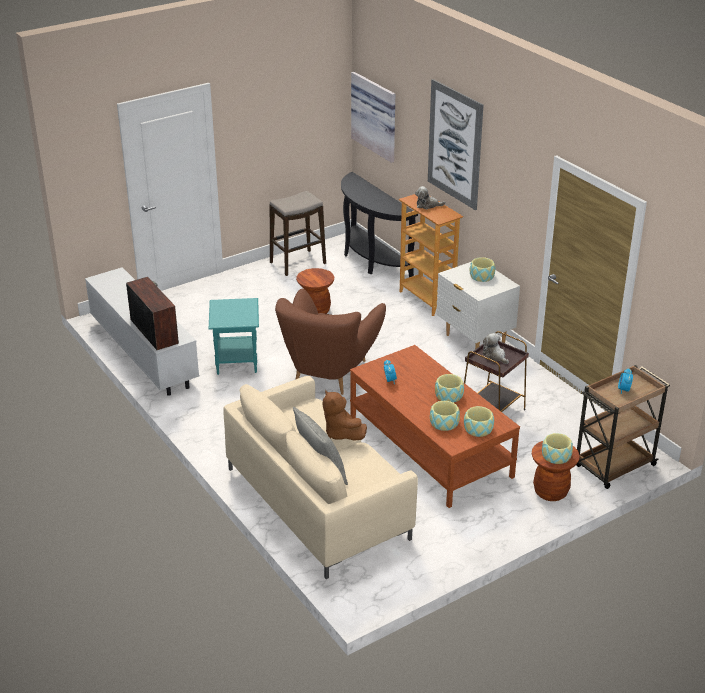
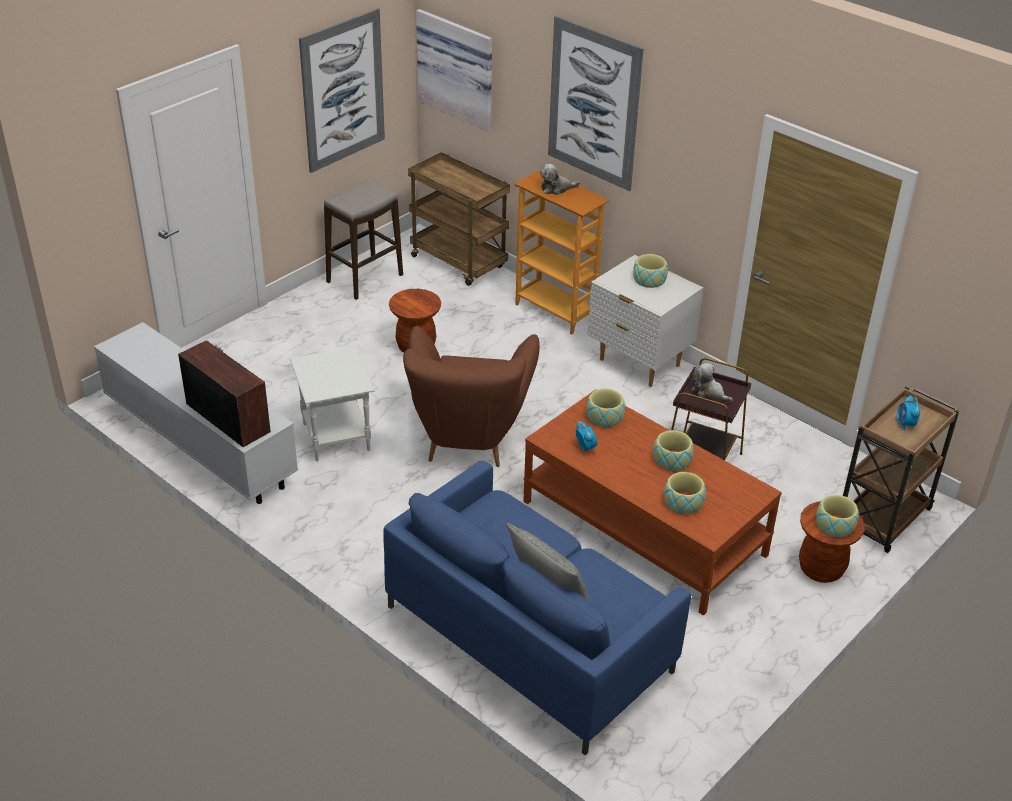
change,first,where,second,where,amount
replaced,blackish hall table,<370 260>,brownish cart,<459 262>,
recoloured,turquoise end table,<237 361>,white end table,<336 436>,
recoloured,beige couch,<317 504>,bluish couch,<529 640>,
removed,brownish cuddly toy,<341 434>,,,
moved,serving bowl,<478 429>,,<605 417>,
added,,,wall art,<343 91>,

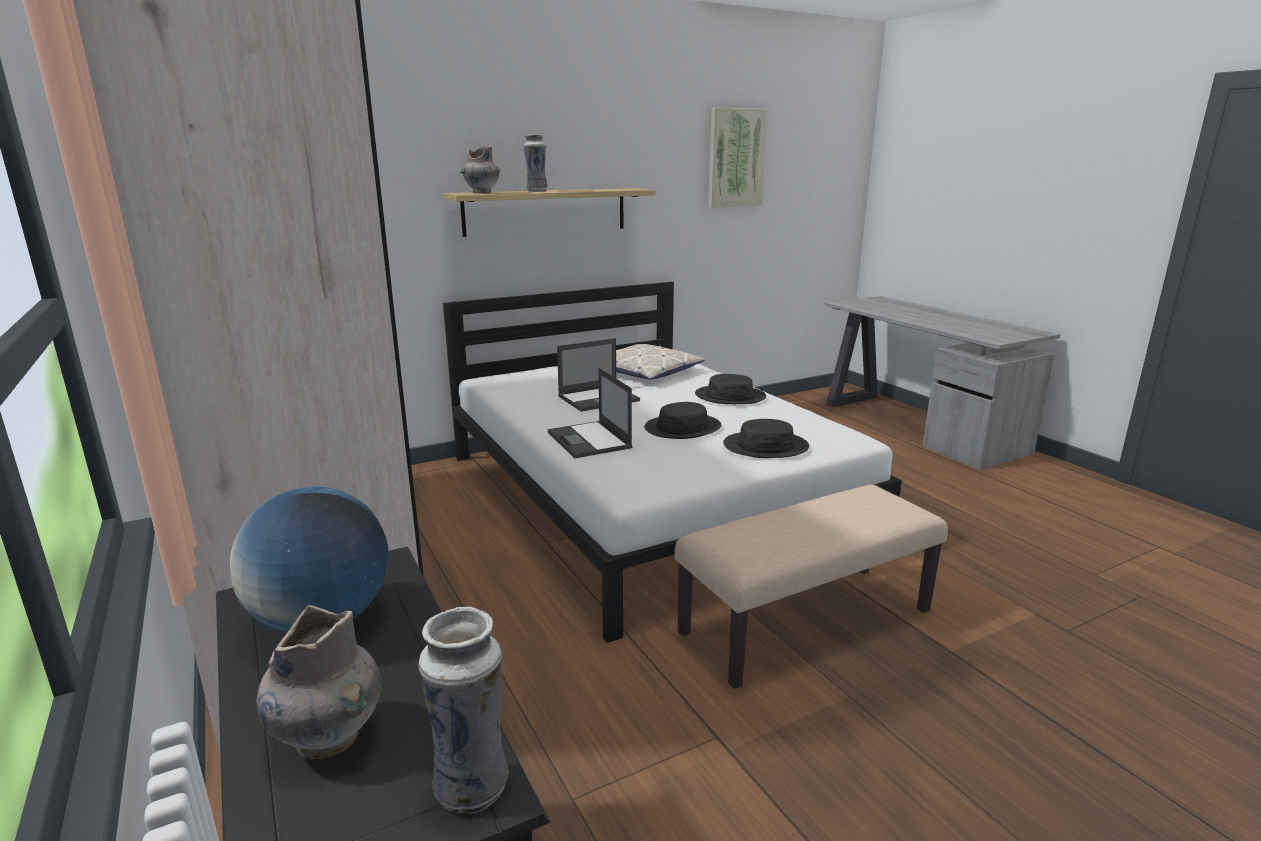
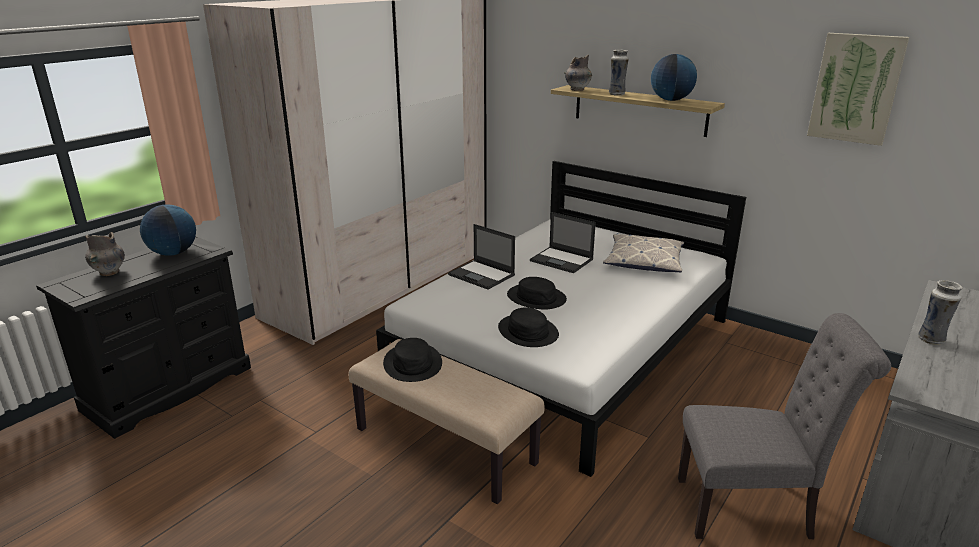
change,first,where,second,where,amount
turned,laptop,<589 440>,,<482 275>,90 degrees counterclockwise
moved,blackish clothing hat,<730 396>,,<413 364>,
moved,decorative vase,<472 785>,,<931 339>,
added,,,world globe,<671 100>,
added,,,grey plain chair,<752 509>,

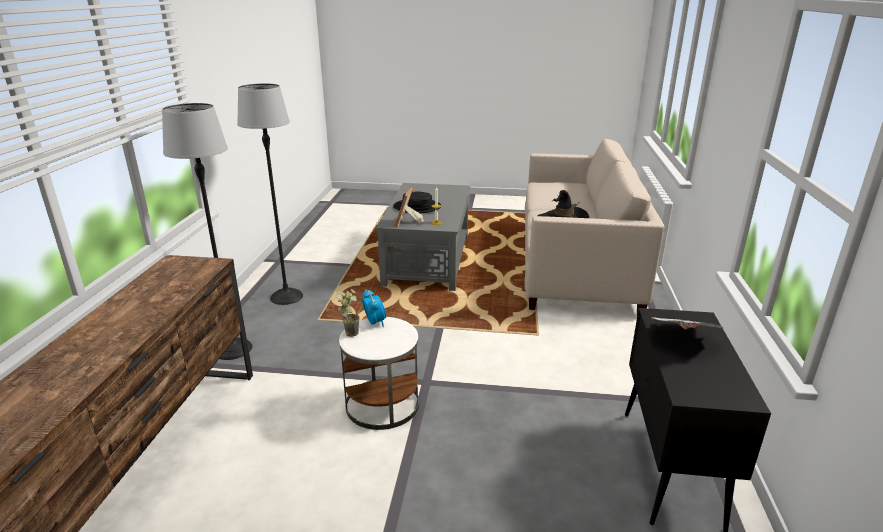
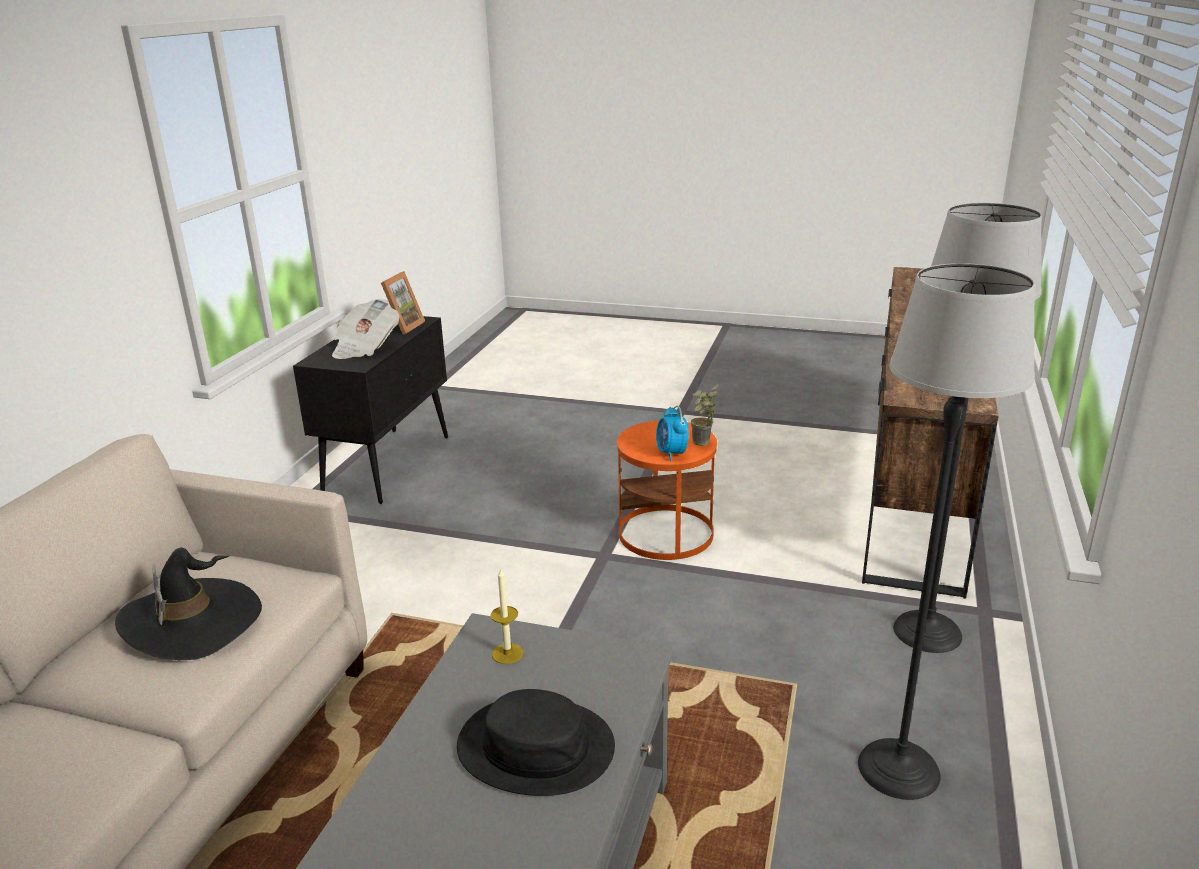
change,first,where,second,where,amount
moved,picture frame,<407 223>,,<401 327>,
recoloured,white end table,<382 404>,orange-coloured end table,<666 534>,

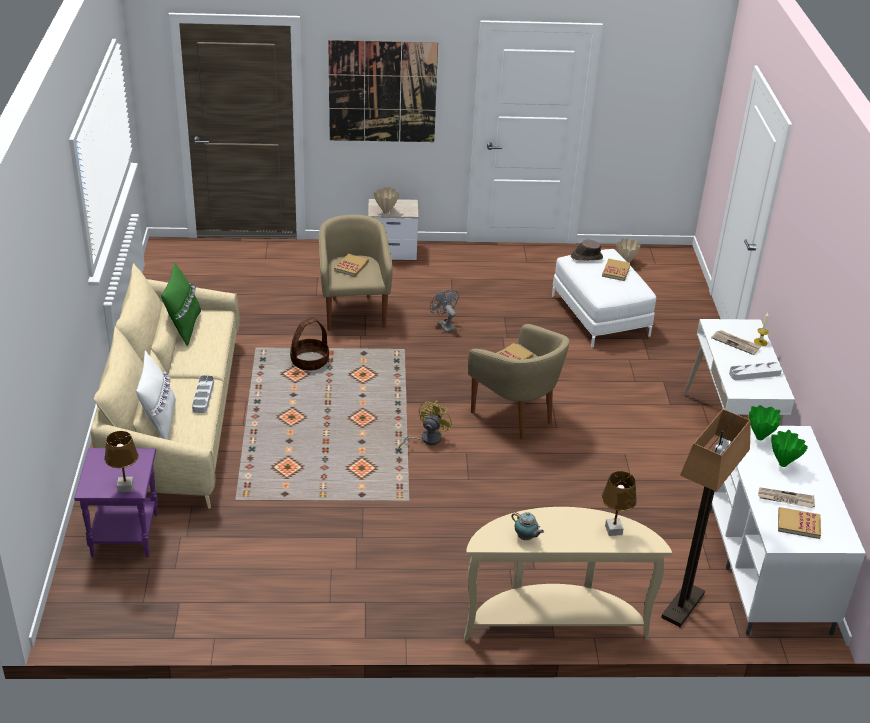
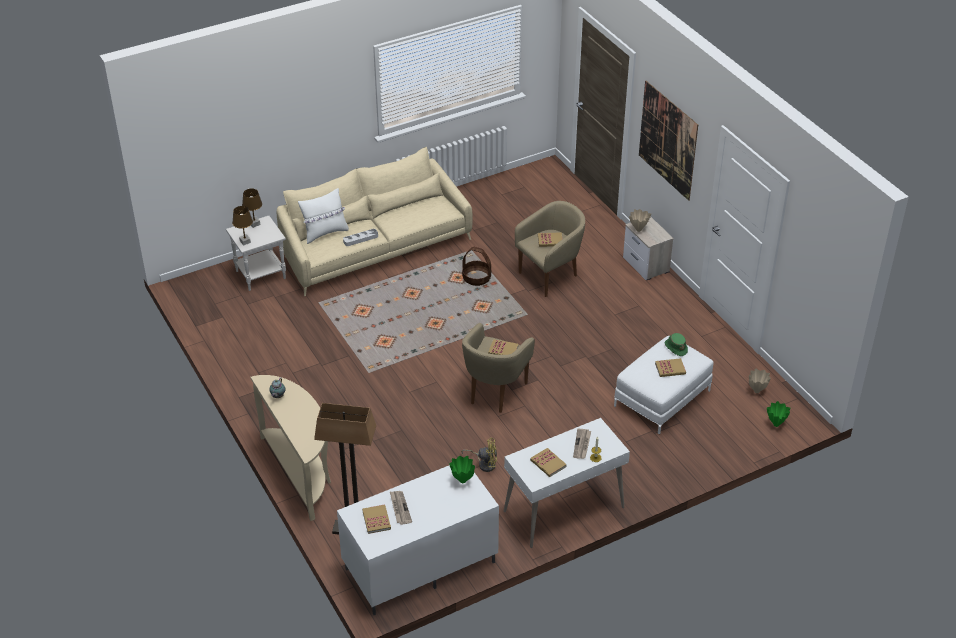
change,first,where,second,where,amount
recoloured,brownish clothing hat,<586 257>,greenish clothing hat,<676 347>,
removed,greenish pillow,<183 327>,,,
removed,grey fan,<444 325>,,,
replaced,grey tray,<754 373>,volume,<548 463>,
moved,yellowish fan,<426 439>,,<484 464>,
moved,greenish decorative vase,<782 464>,,<776 424>,
recoloured,purple end table,<124 534>,white end table,<261 274>,
moved,brownish table lamp,<613 530>,,<254 224>,

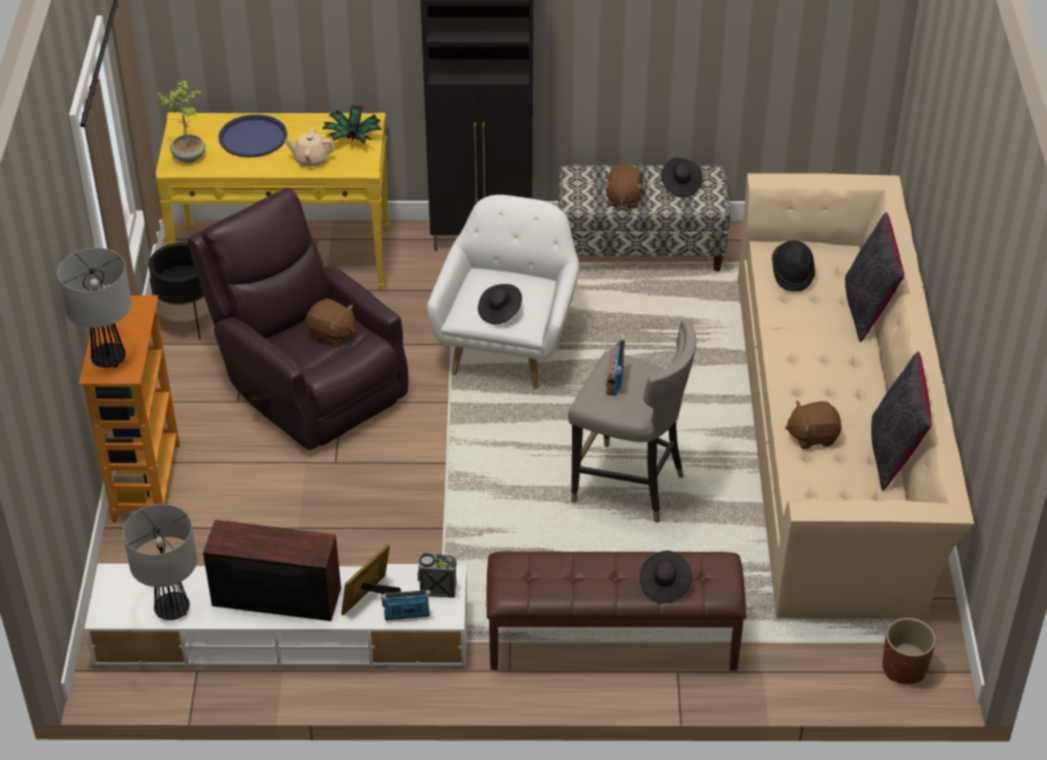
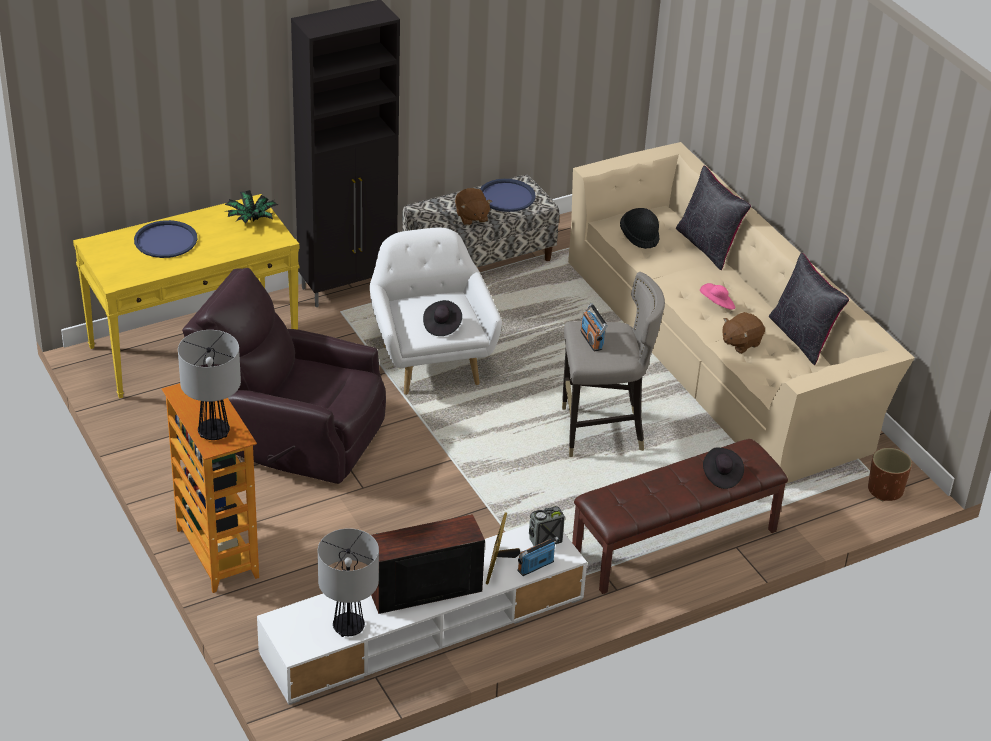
change,first,where,second,where,amount
removed,potted plant,<189 156>,,,
removed,beige tea pot,<311 160>,,,
replaced,blackish clothing hat,<680 185>,bluish tray,<507 196>,
removed,blackish flower pot,<188 321>,,,
removed,brownish cuddly toy,<332 334>,,,
added,,,pink clothing hat,<717 305>,

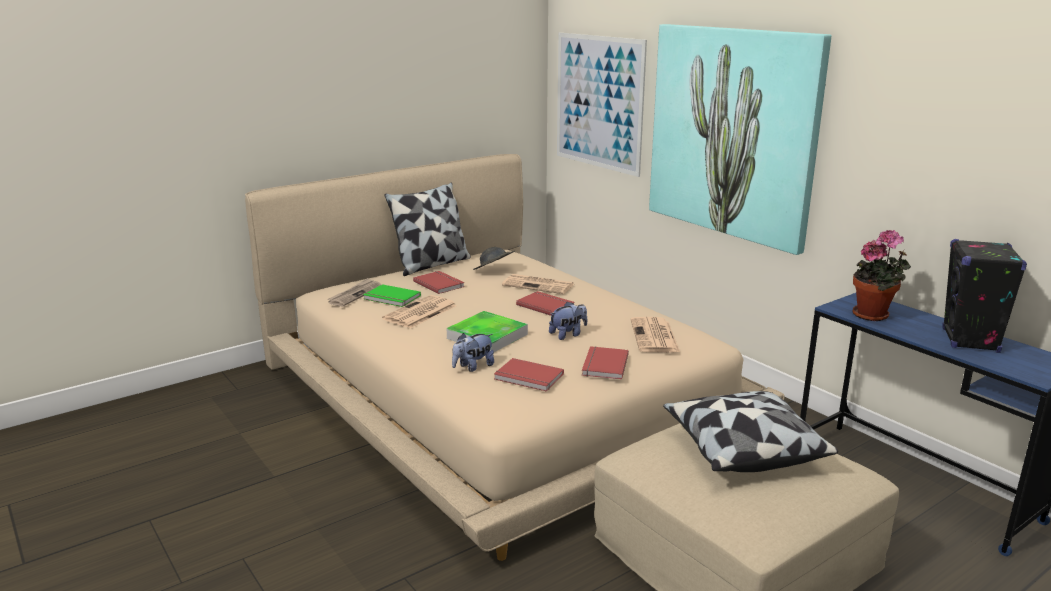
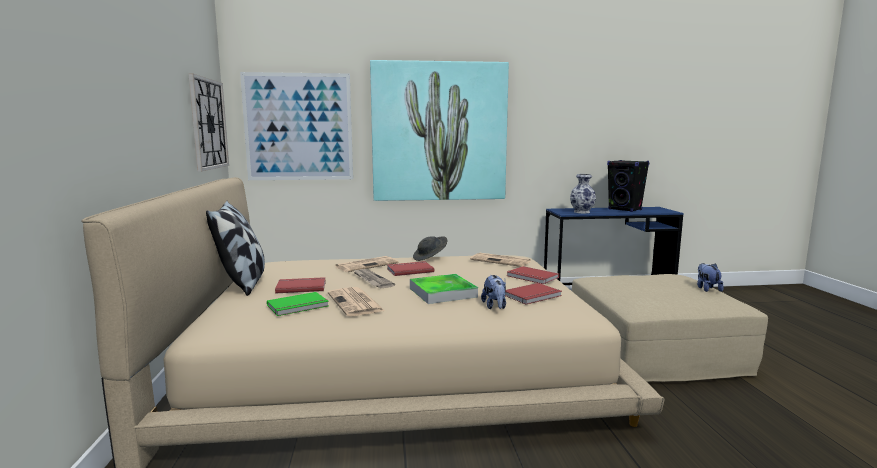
change,first,where,second,where,amount
replaced,potted plant,<874 315>,decorative vase,<582 212>,
moved,grey clothing hat,<494 271>,,<430 258>,
moved,printed paper,<355 294>,,<371 280>,
moved,cuddly toy,<568 334>,,<707 289>,
removed,pillow,<742 449>,,,
added,,,clock on the wall,<208 124>,

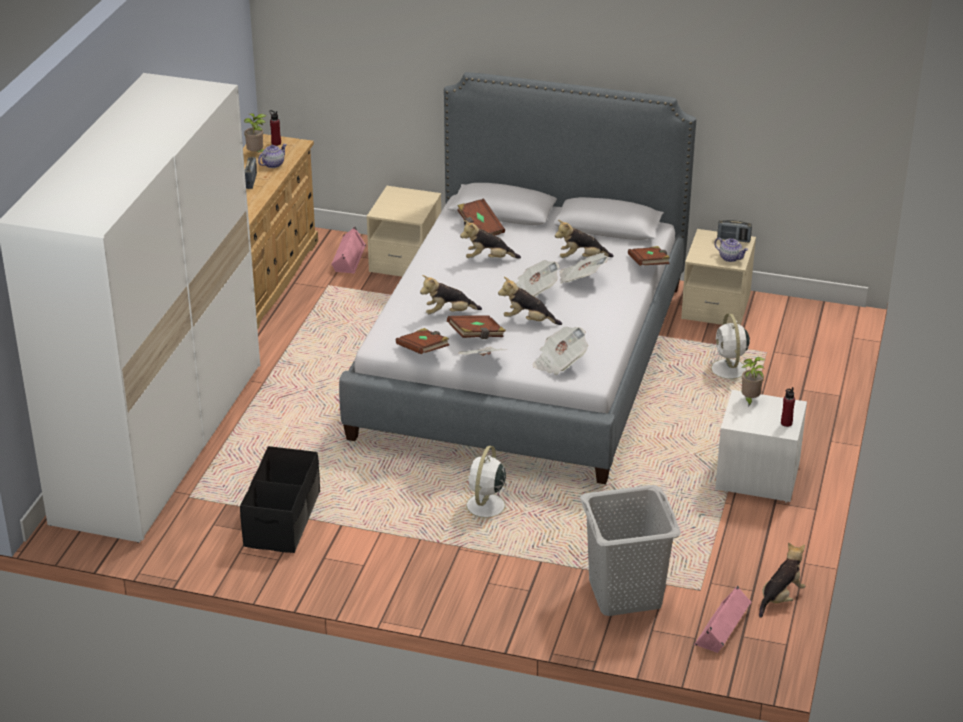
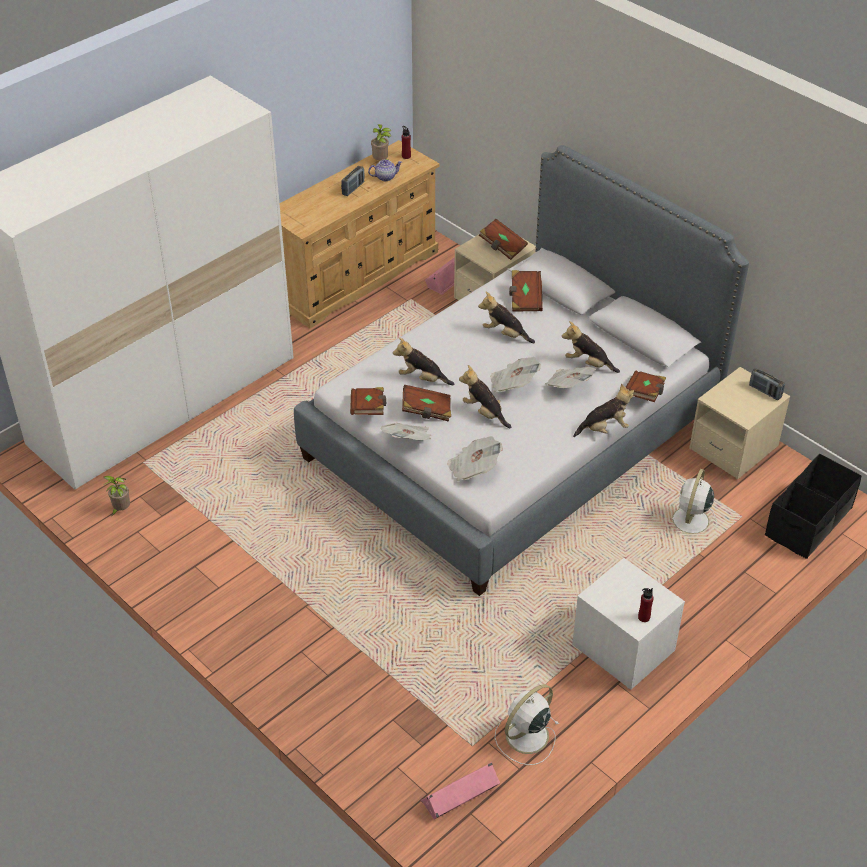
change,first,where,second,where,amount
removed,tea pot,<730 258>,,,
moved,potted plant,<749 400>,,<121 510>,
moved,blackish storage container,<283 519>,,<809 522>,
moved,white fan,<485 507>,,<525 737>,
removed,grey hamper,<625 594>,,,
moved,cuddly toy,<780 598>,,<604 428>,
added,,,brownish volume,<502 247>,

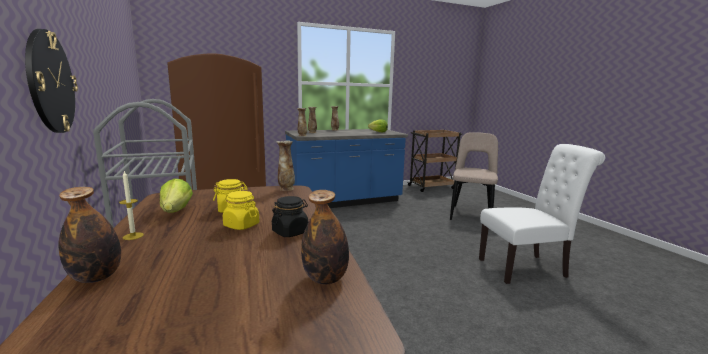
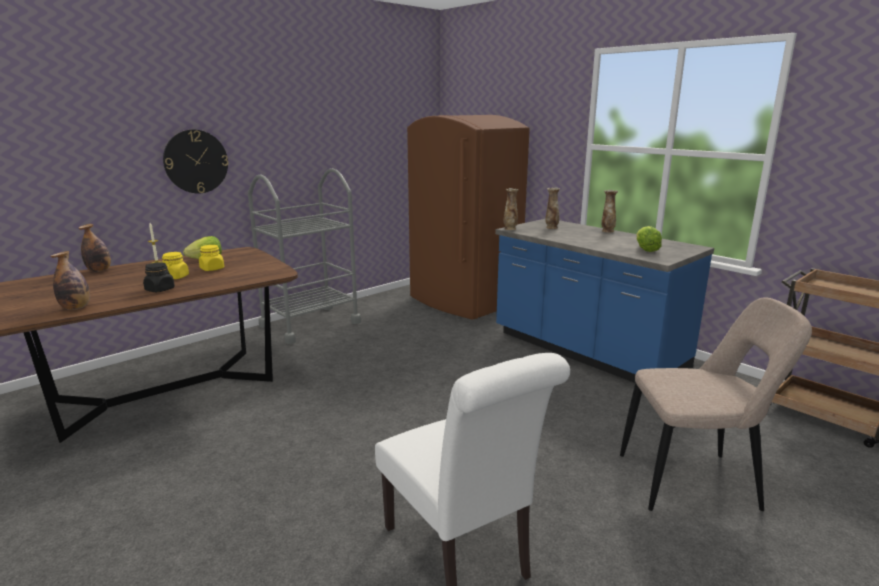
change,first,where,second,where,amount
removed,decorative vase,<286 189>,,,

